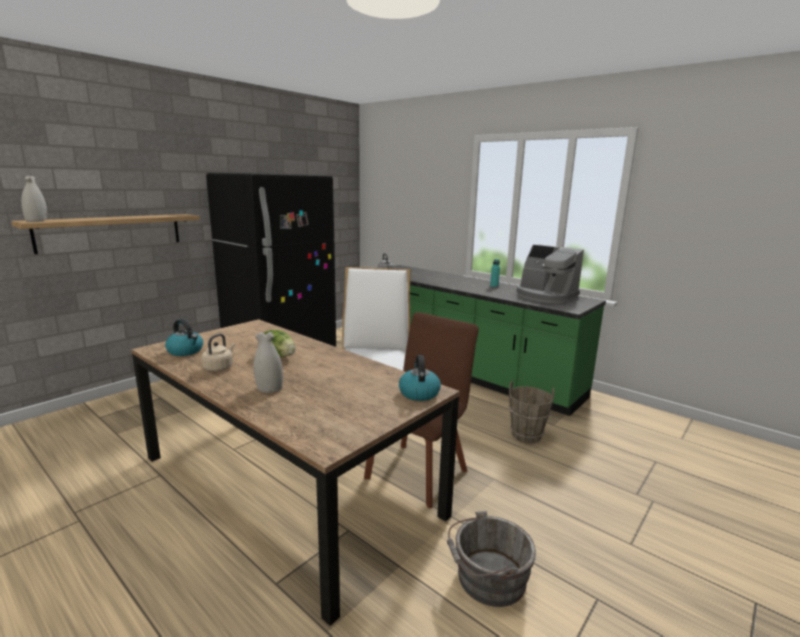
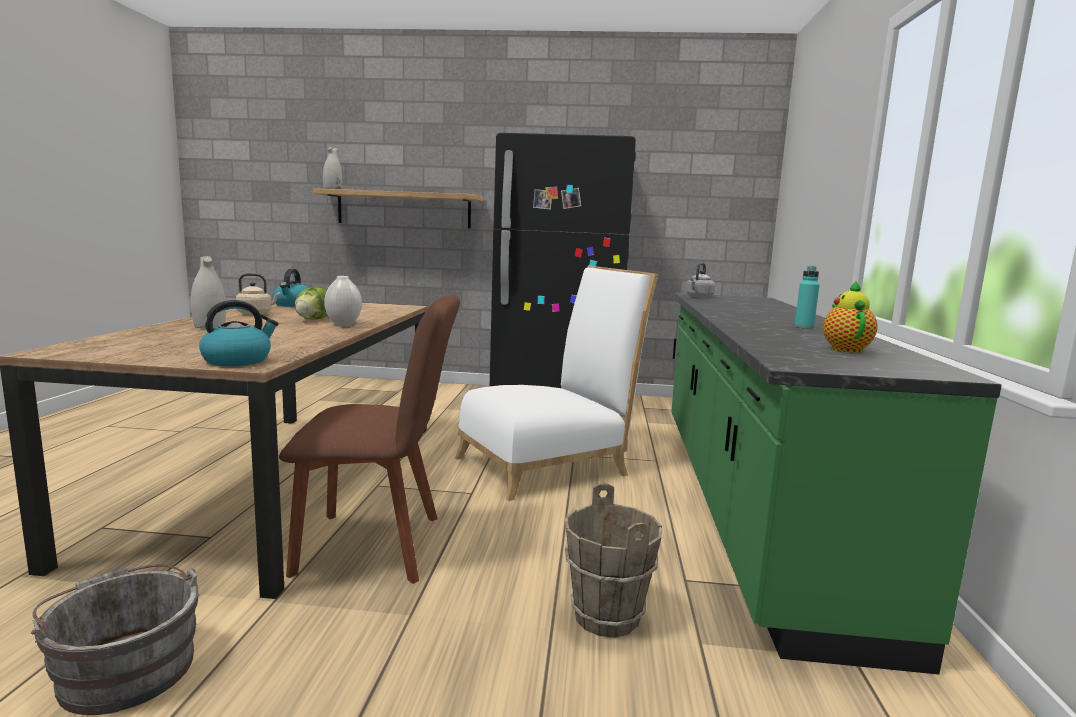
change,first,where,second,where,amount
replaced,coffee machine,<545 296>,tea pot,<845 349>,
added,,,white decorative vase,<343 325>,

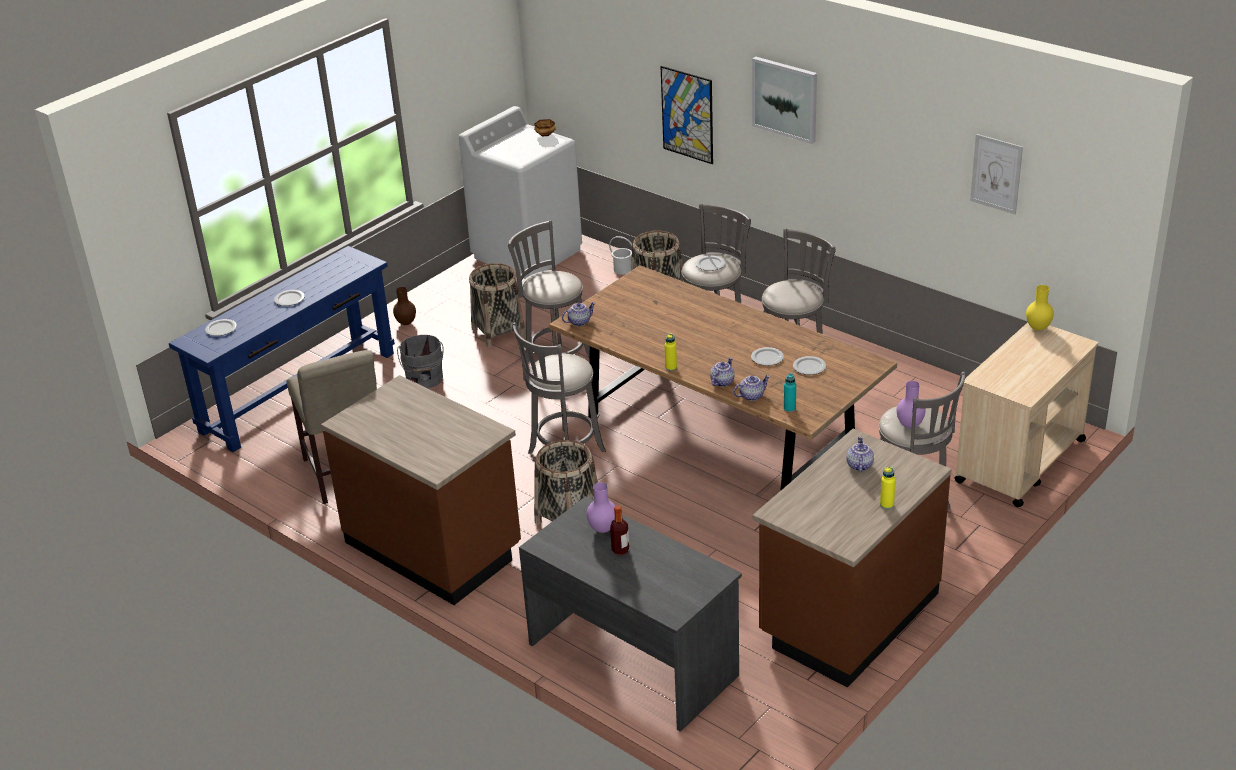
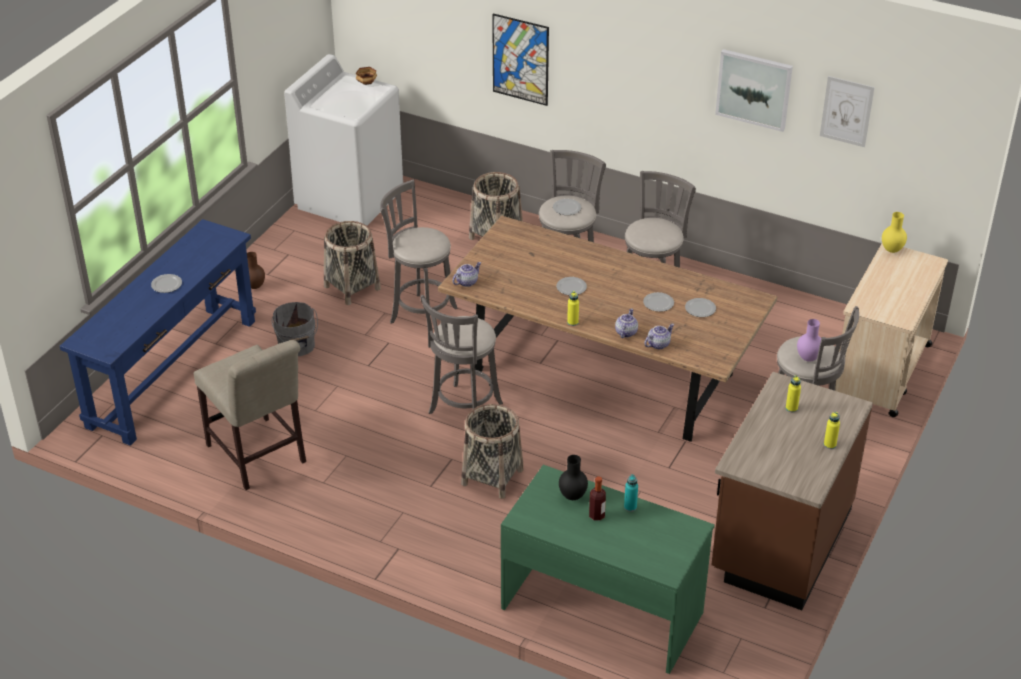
change,first,where,second,where,amount
moved,wall art,<785 99>,,<754 89>,
removed,white pail,<622 269>,,,
moved,plate,<221 328>,,<571 287>,
moved,turquoise bottle,<789 408>,,<630 507>,
removed,brownish kitchen base unit,<434 546>,,,
replaced,tea pot,<859 465>,yellowish bottle,<791 408>,
recoloured,purple decorative vase,<603 529>,blackish decorative vase,<572 496>,
recoloured,grey desk unit,<634 658>,greenish desk unit,<603 609>,

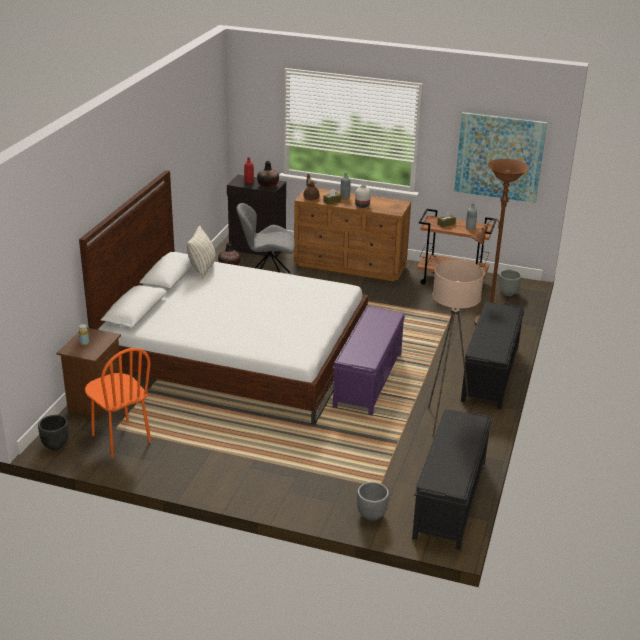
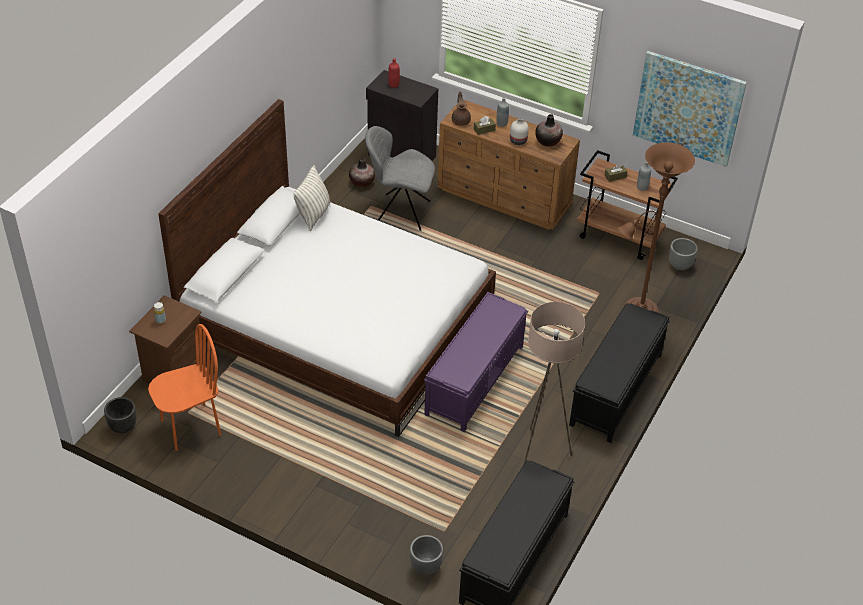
change,first,where,second,where,amount
moved,decorative vase,<268 186>,,<548 141>,
turned,orange-coloured plain chair,<120 438>,,<190 427>,90 degrees counterclockwise

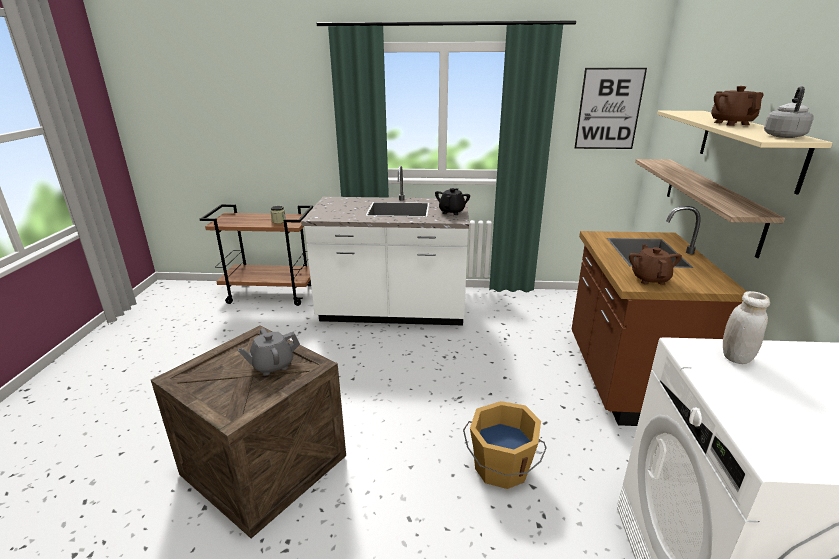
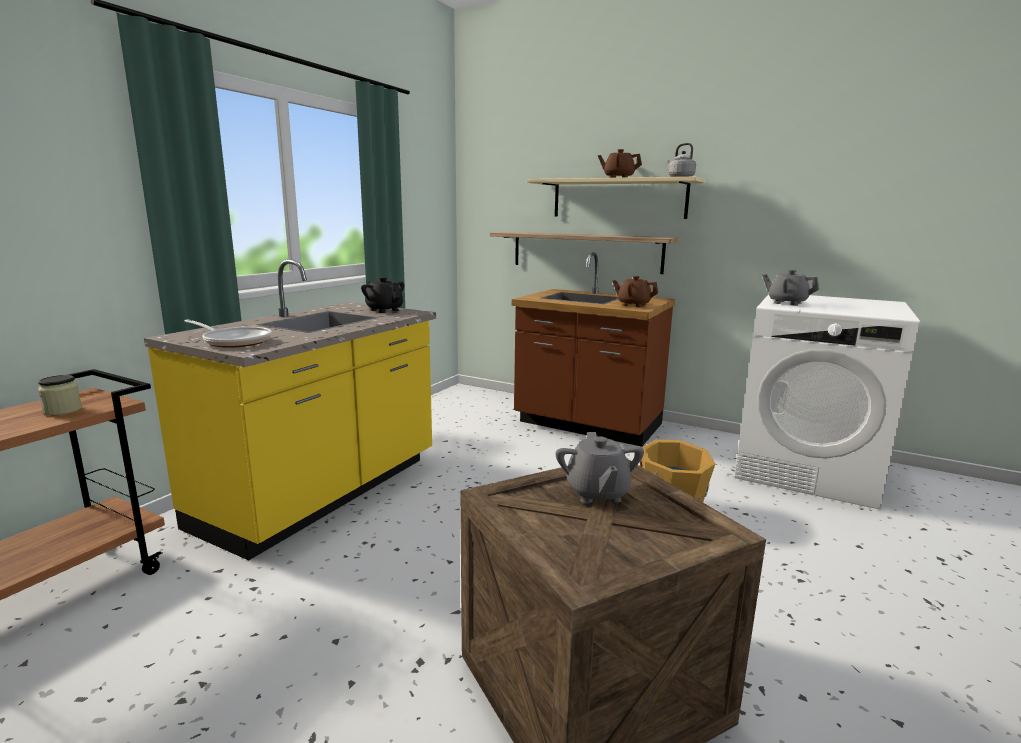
change,first,where,second,where,amount
removed,wall art,<609 109>,,,
recoloured,white kitchen base unit,<393 312>,yellowish kitchen base unit,<322 493>,
replaced,white jar,<736 357>,grey tea pot,<787 303>,
added,,,pan,<234 341>,

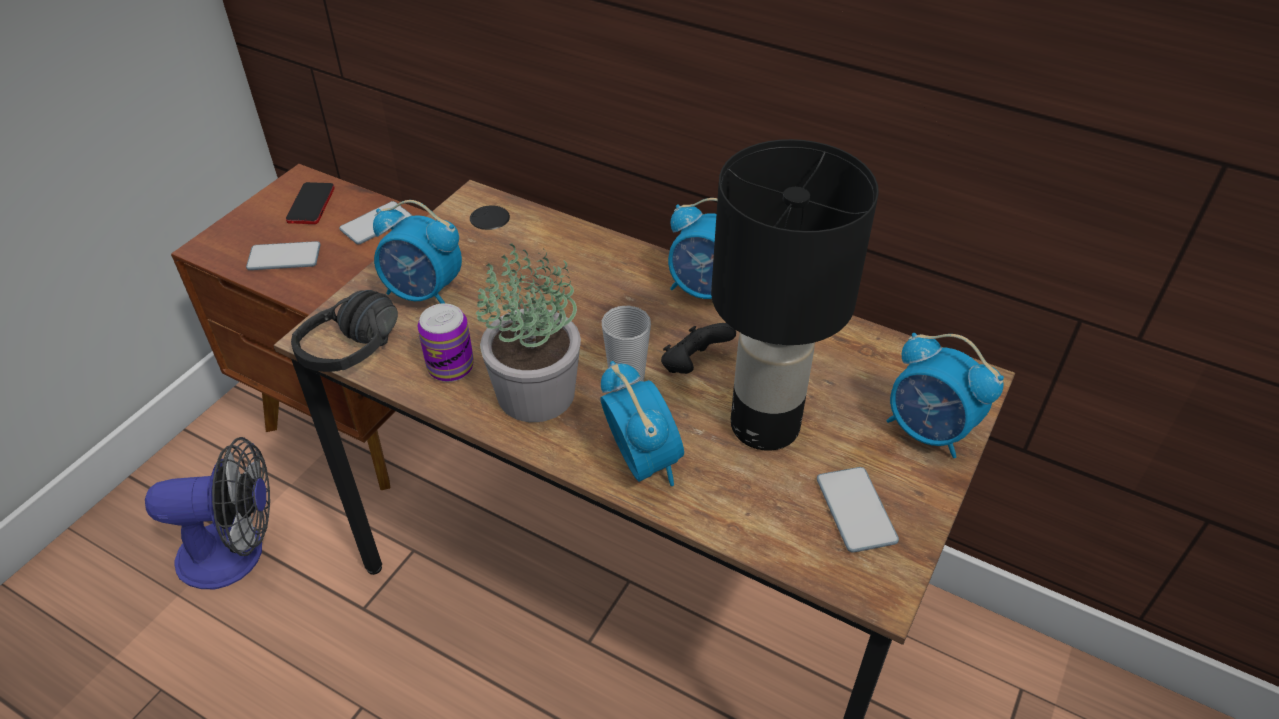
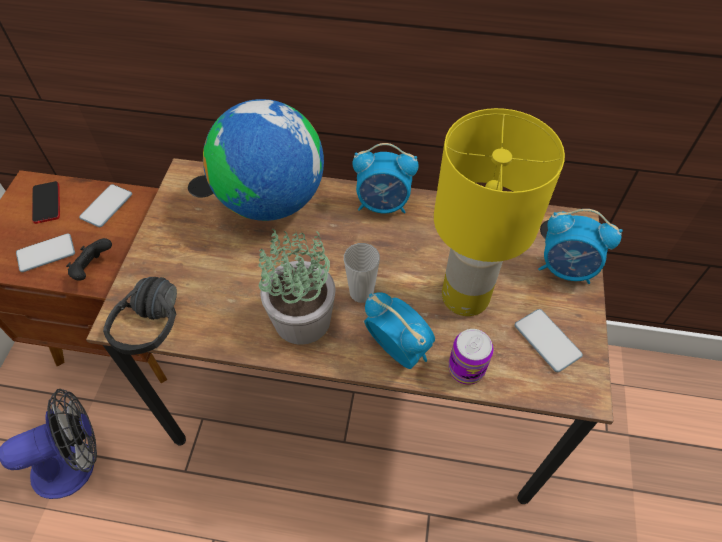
change,first,where,second,where,amount
recoloured,blackish table lamp,<765 427>,yellowish table lamp,<466 297>,
removed,alarm clock,<424 293>,,,
moved,can,<450 367>,,<466 369>,
moved,blackish gamepad,<693 366>,,<93 269>,
added,,,world globe,<271 200>,

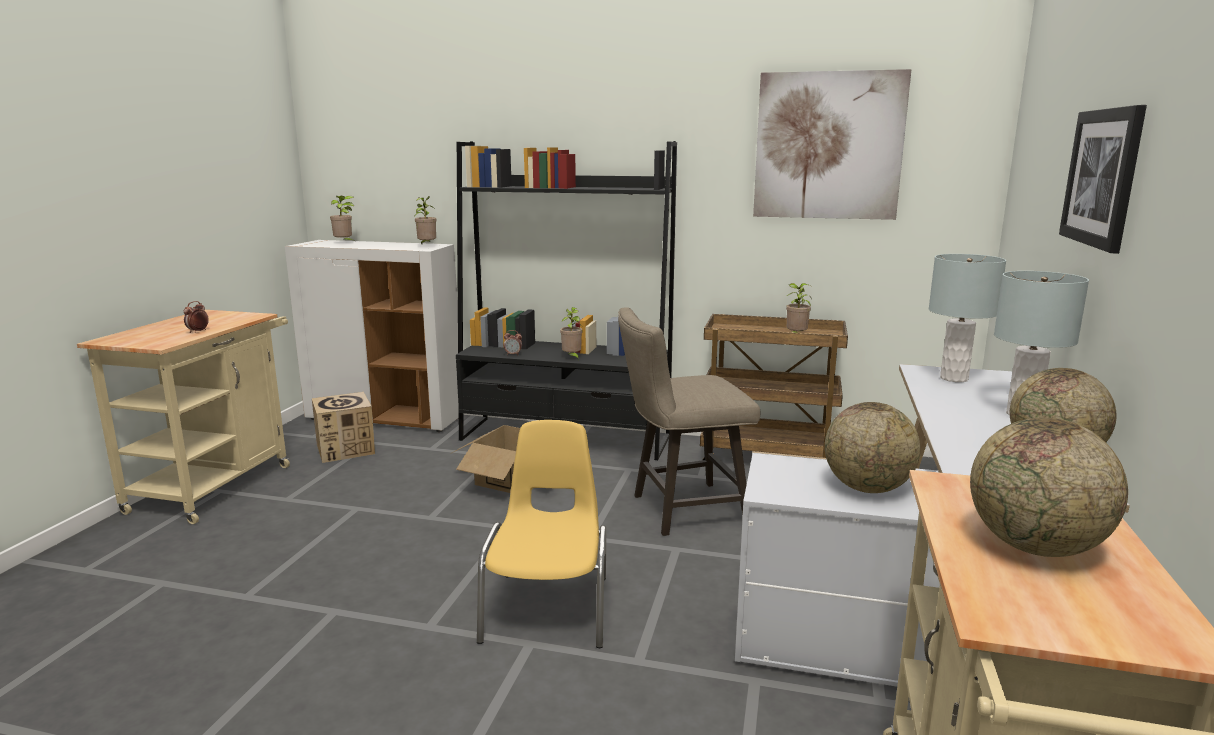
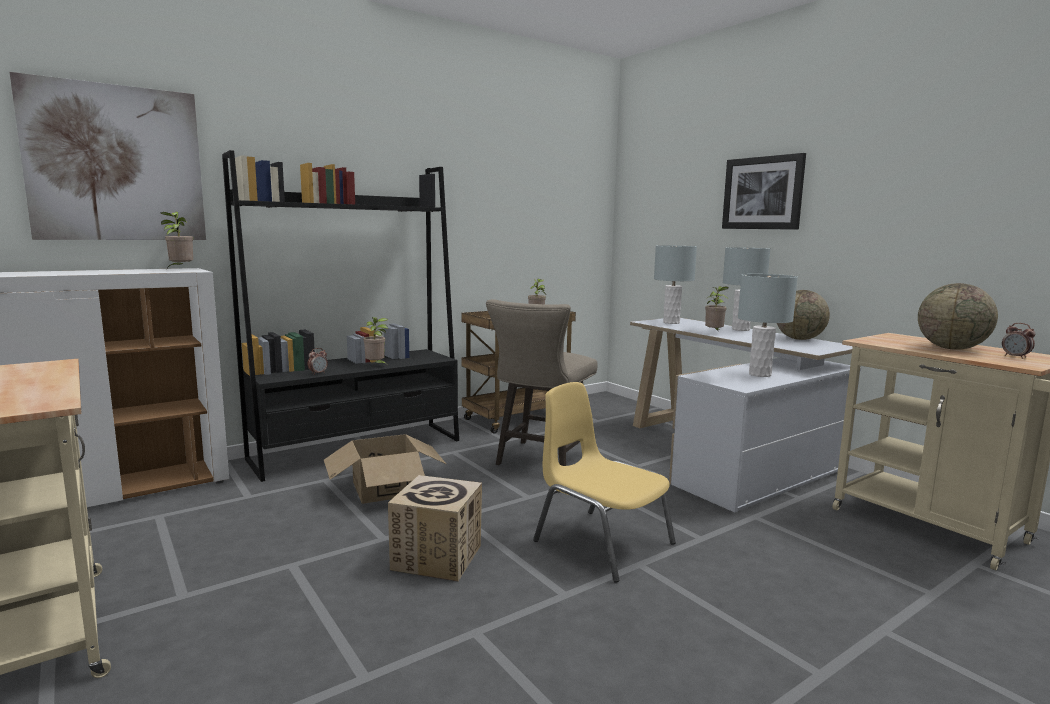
change,first,where,second,where,amount
moved,wall art,<828 146>,,<116 164>,
moved,potted plant,<344 243>,,<714 333>,
moved,alarm clock,<198 331>,,<1015 357>,
moved,packing box,<346 449>,,<437 557>,
replaced,world globe,<867 488>,grey table lamp,<760 374>,

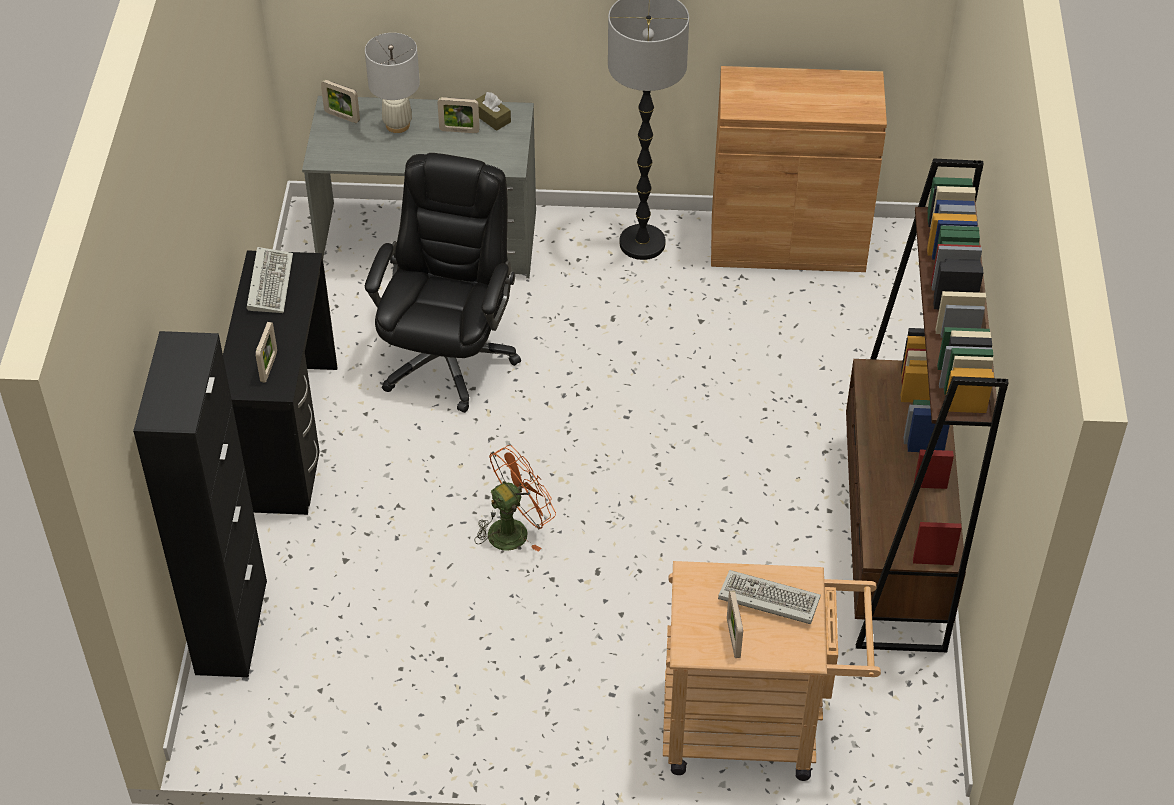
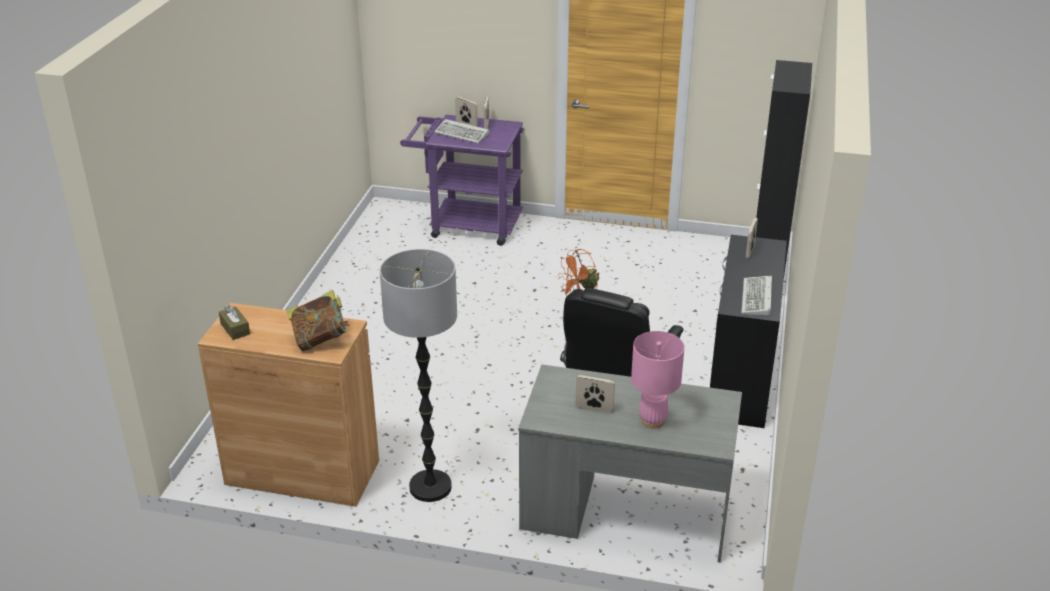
change,first,where,second,where,amount
recoloured,white table lamp,<397 125>,pink table lamp,<653 421>,
moved,picture frame,<342 116>,,<466 124>,
moved,brownish tissue holder,<491 117>,,<235 329>,
removed,brownish bookshelf,<894 539>,,,
recoloured,beige cart,<756 727>,purple cart,<467 225>,
added,,,volume,<320 339>,

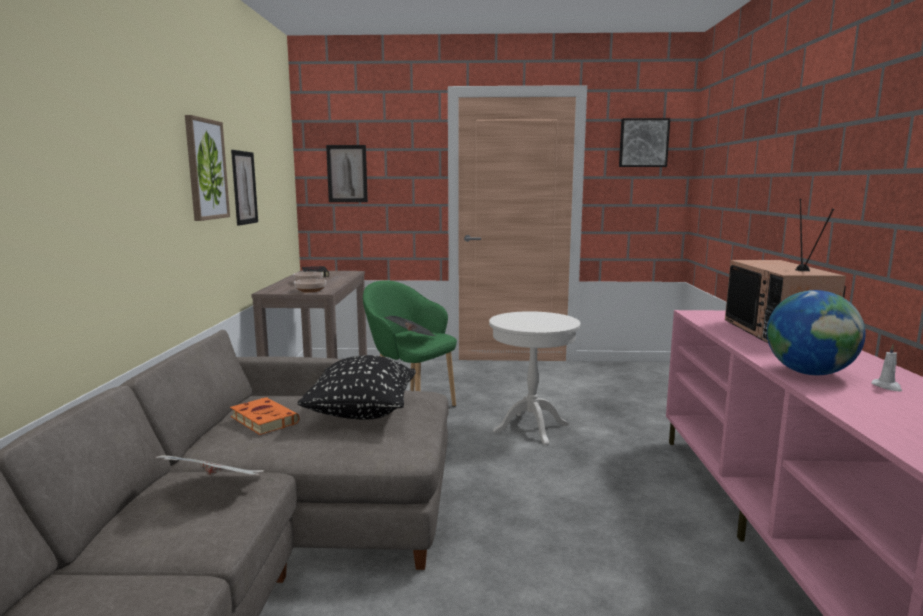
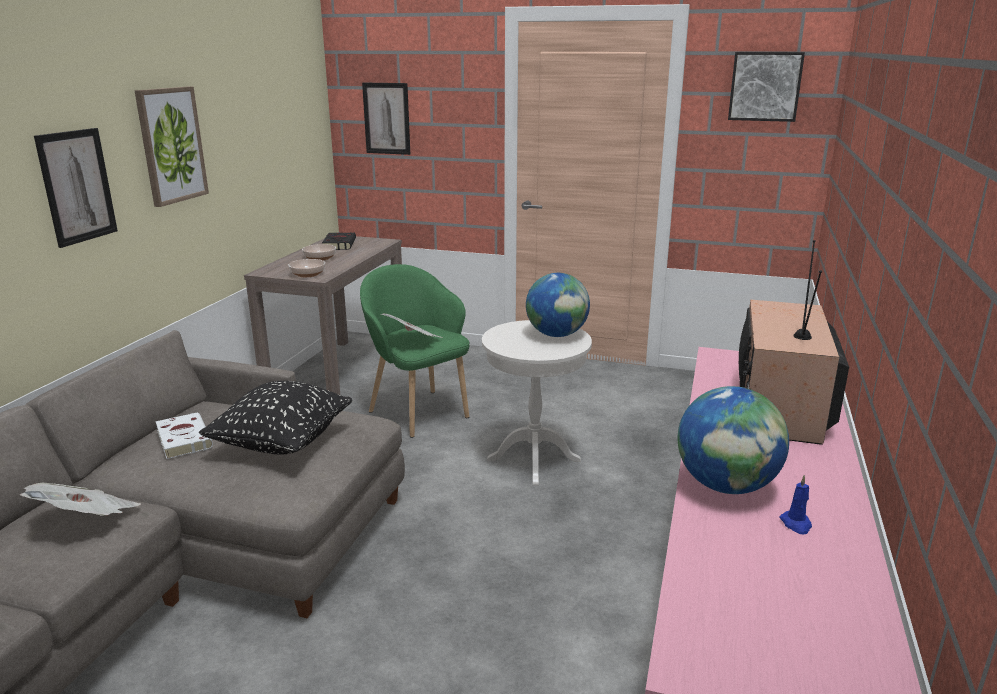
change,first,where,second,where,amount
moved,wall art,<244 188>,,<77 186>,
recoloured,white candle,<887 387>,bluish candle,<796 524>,
recoloured,orange-coloured volume,<262 419>,white volume,<183 439>,
added,,,world globe,<556 335>,

